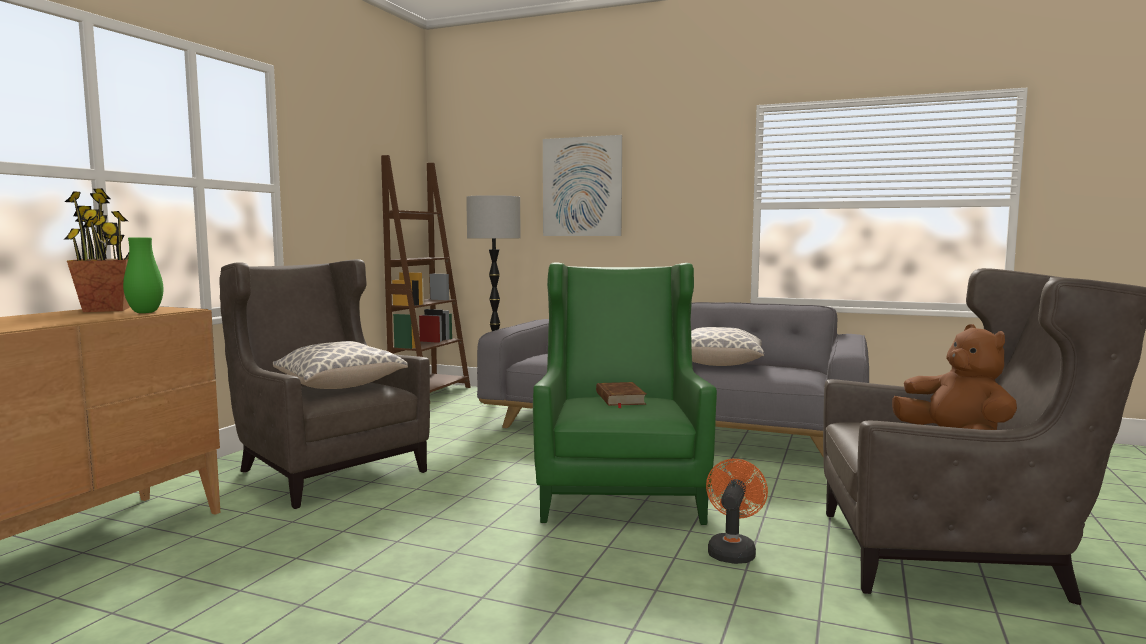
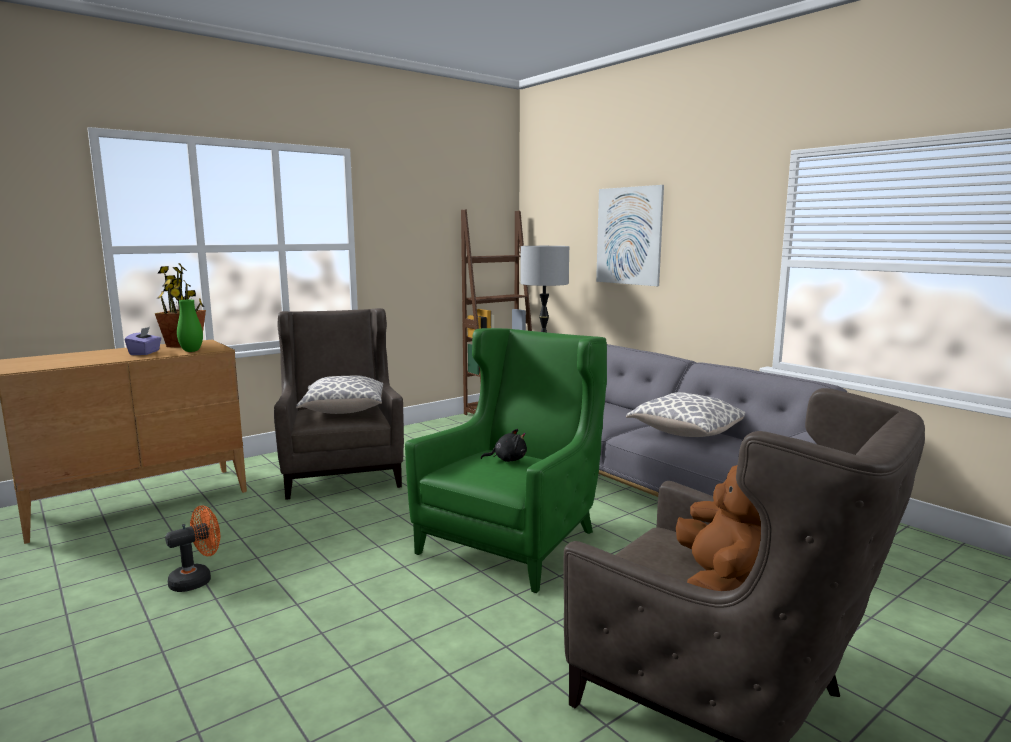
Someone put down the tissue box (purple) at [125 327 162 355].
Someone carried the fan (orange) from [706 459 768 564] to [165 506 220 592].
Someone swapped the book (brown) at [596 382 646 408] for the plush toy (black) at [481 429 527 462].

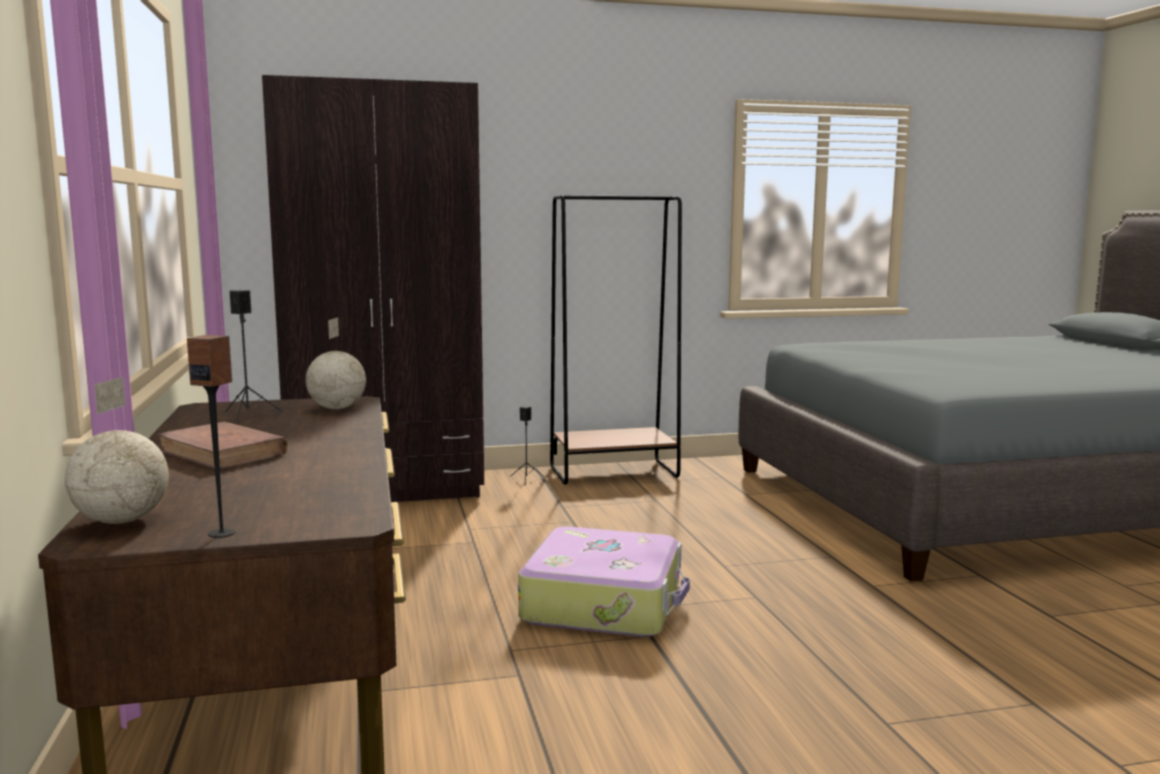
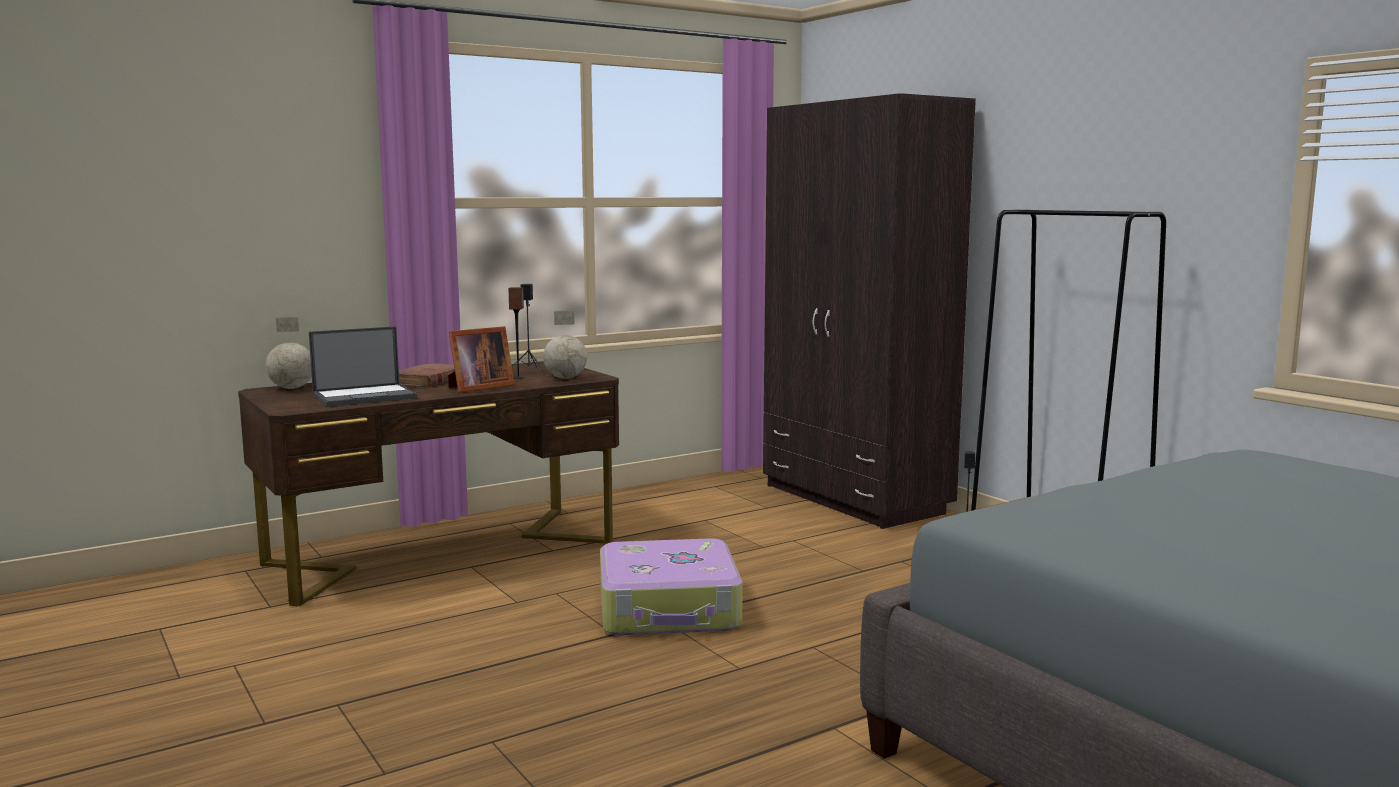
Someone put down the laptop at [309 326 417 407].
Someone put down the picture frame at [448 326 515 392].
Someone carried the speaker from [187 335 236 538] to [508 287 524 379].

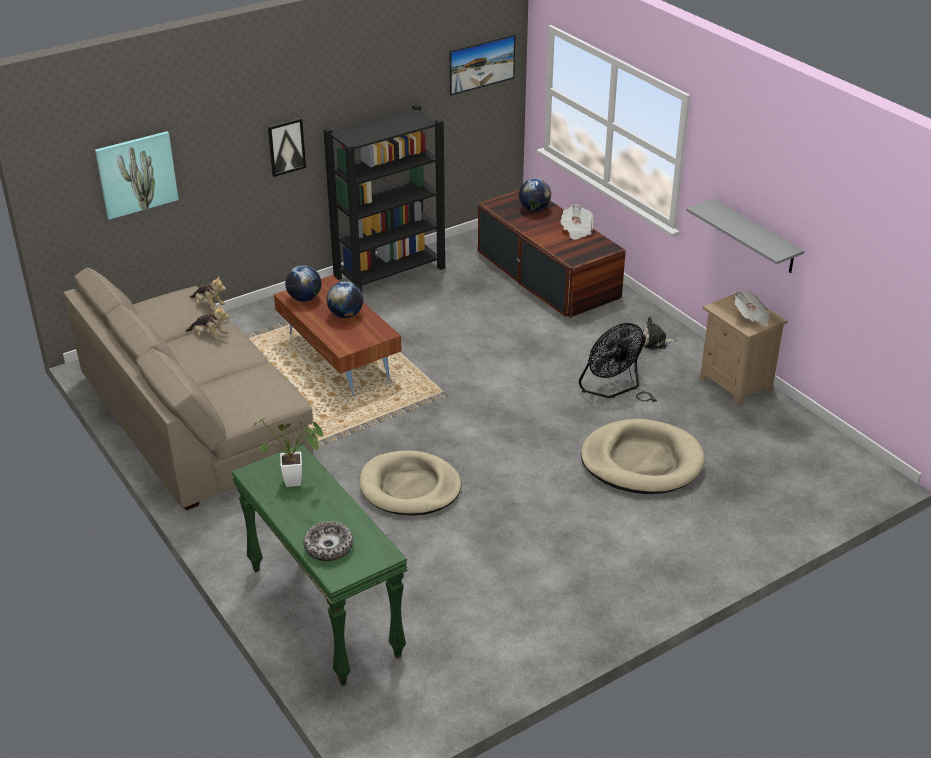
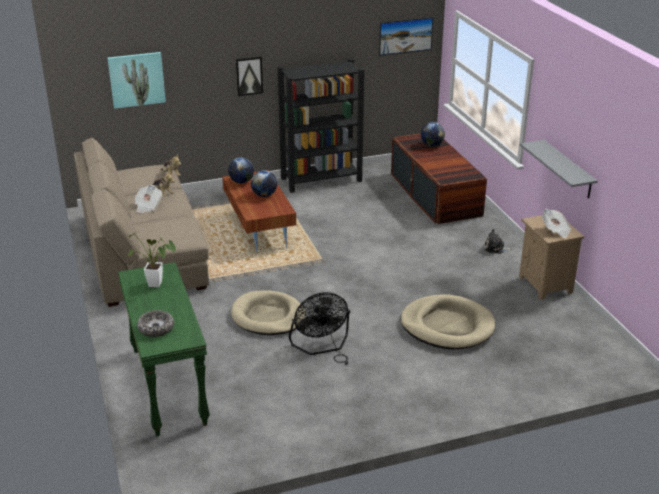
Someone carried the newspaper from [560 205 594 240] to [134 185 162 213].
Someone carried the fan (black) from [579 323 656 402] to [289 292 350 365].

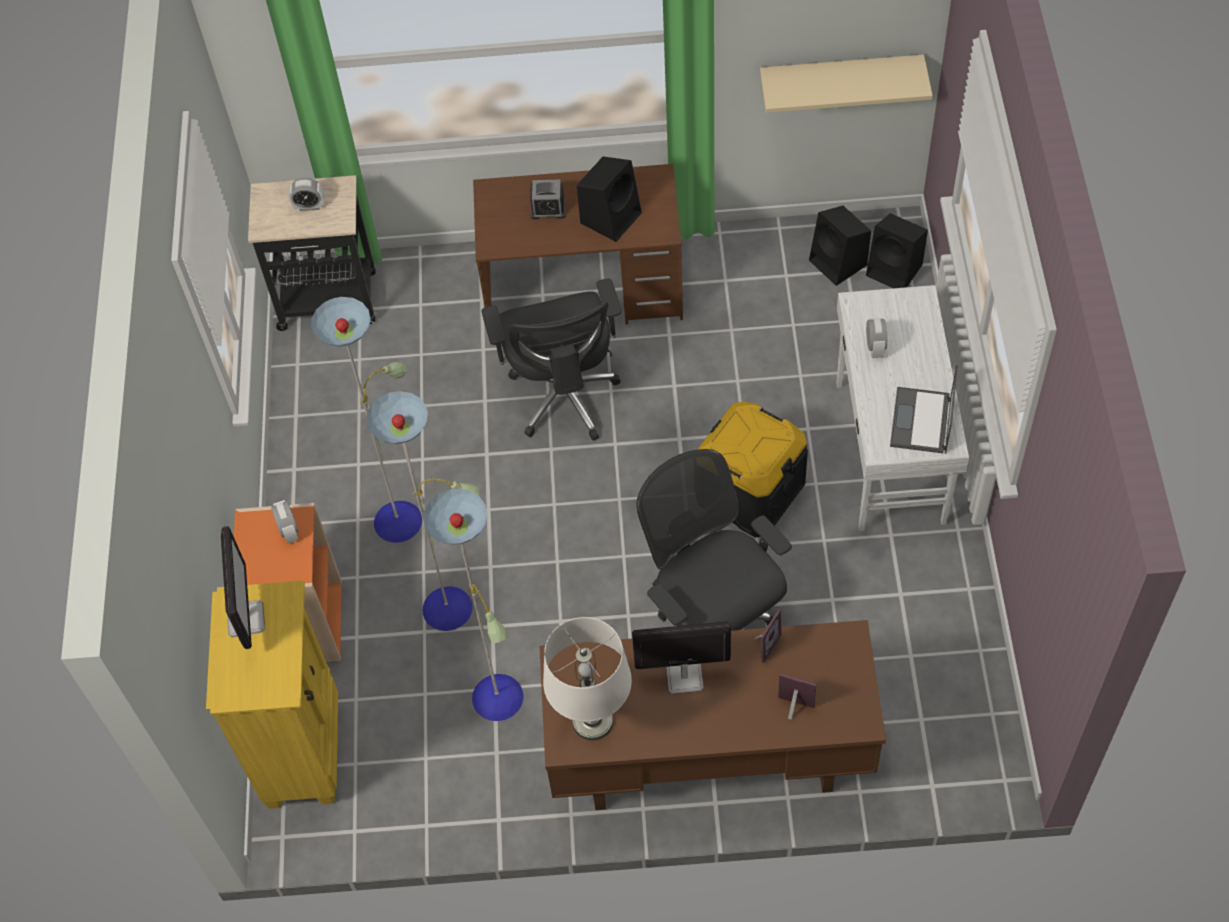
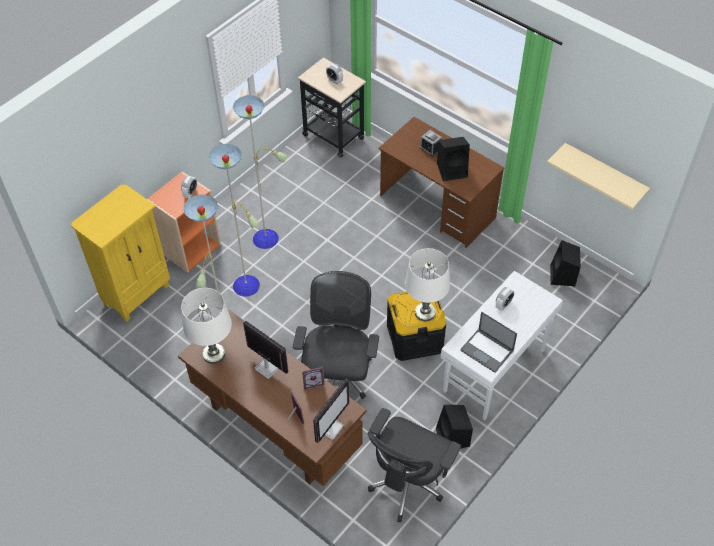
Someone put down the table lamp (white) at [405 248 450 321].
Someone carried the monitor from [221 526 265 649] to [313 379 349 443].
Someone carried the office chair from [481 278 622 441] to [368 408 461 522].
Someone carried the speaker (black) from [866 213 928 288] to [436 405 473 448].
Someone rotated the laptop at [890 365 958 454] by 105 degrees counterclockwise.

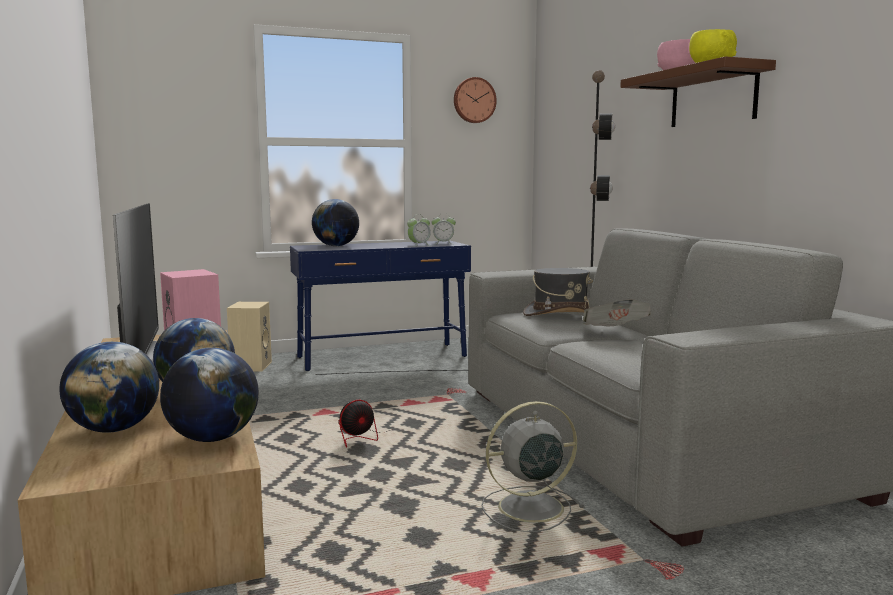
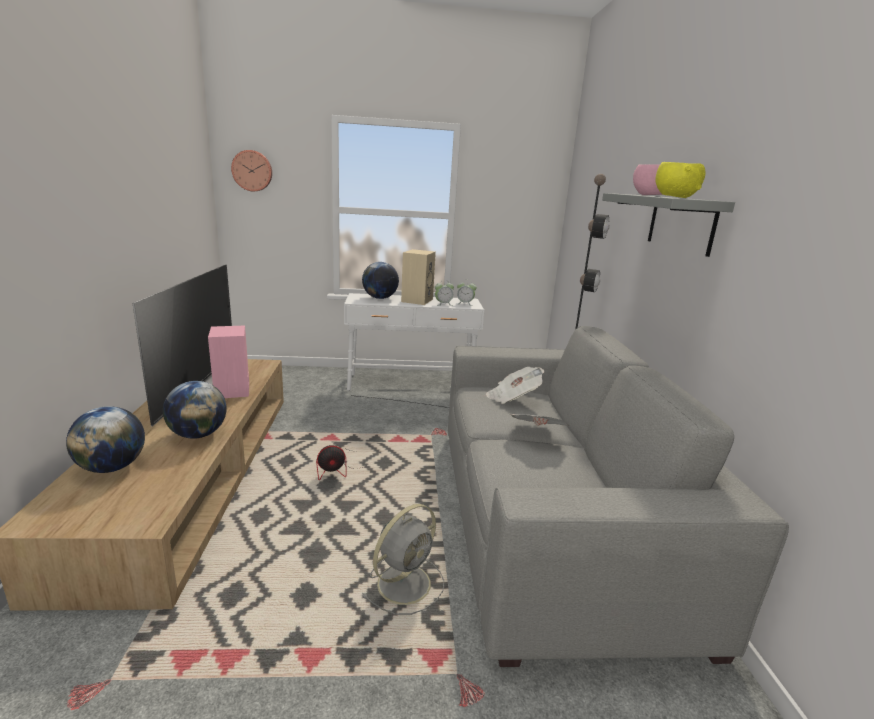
Someone took away the globe at [160 348 259 442].
Someone carried the speaker (beige) from [227 302 272 372] to [401 249 436 305].
Someone carried the wall clock from [454 77 497 123] to [231 150 272 191].
Someone swapped the hat (grey) at [523 268 593 316] for the newspaper at [486 367 545 404].
Someone repainted the console table (blue) at [290 241 471 371], which became the console table (white) at [344 293 485 391].
Someone repainted the shelf (brown) at [620 56 776 127], which became the shelf (grey) at [602 193 735 257].
Someone rotated the fan (grey) at [481 401 585 532] by 135 degrees clockwise.

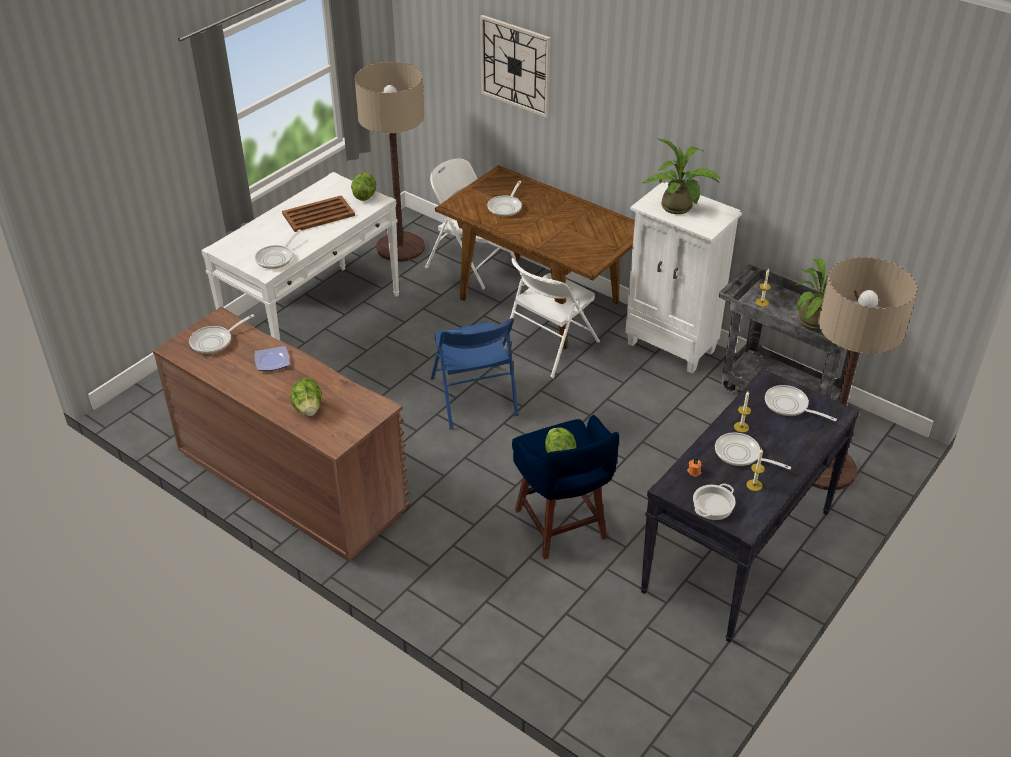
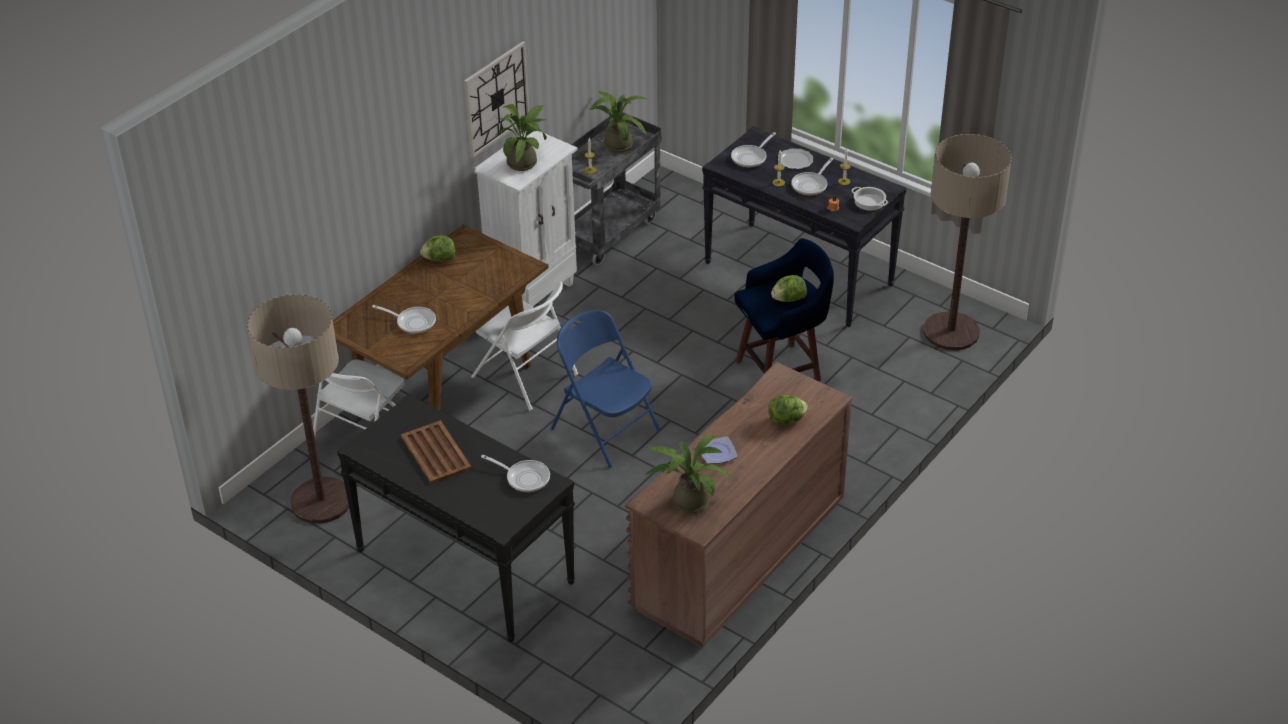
Someone put down the plate at [778 148 813 169].
Someone carried the lettuce from [351 173 376 201] to [420 235 455 261].
Someone carried the wall clock from [480 15 551 118] to [464 41 530 158].
Someone carried the floor lamp from [812 257 918 490] to [923 134 1012 350].
Someone swapped the frying pan at [189 314 254 354] for the potted plant at [644 435 734 513].
Someone repainted the console table (white) at [201 172 400 340], which became the console table (black) at [337 394 575 642].
Someone rotated the chair (blue) at [430 318 519 429] by 120 degrees counterclockwise.

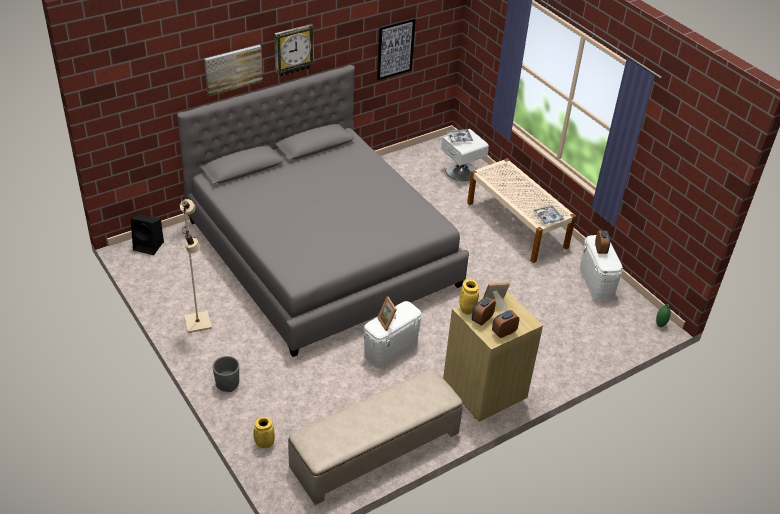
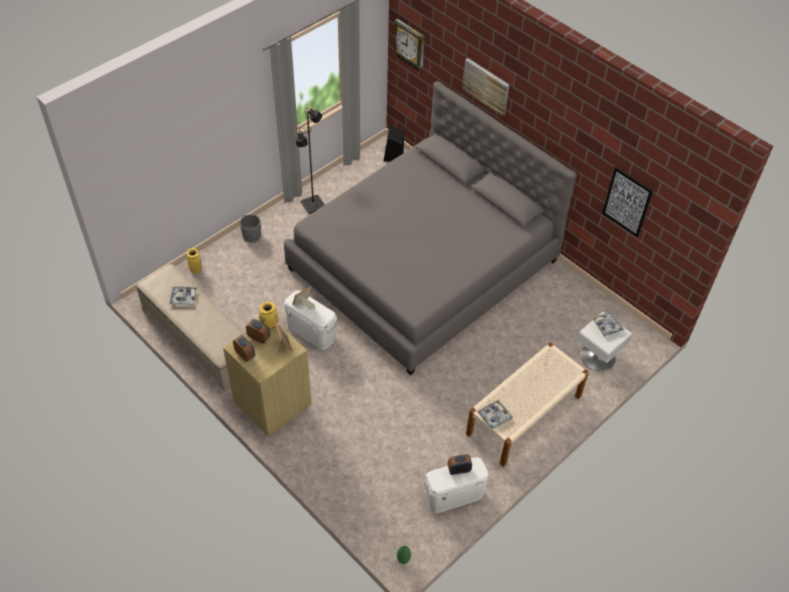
Someone put down the tray at [169 286 198 306].
Someone carried the wall clock from [274 24 315 76] to [393 19 425 71].
Someone repainted the floor lamp (beige) at [179 199 212 333], which became the floor lamp (black) at [296 107 325 214].

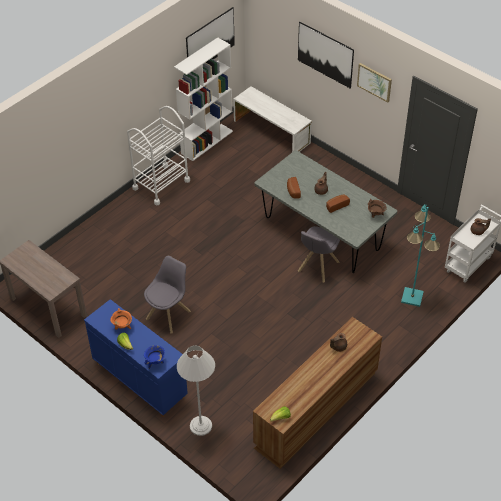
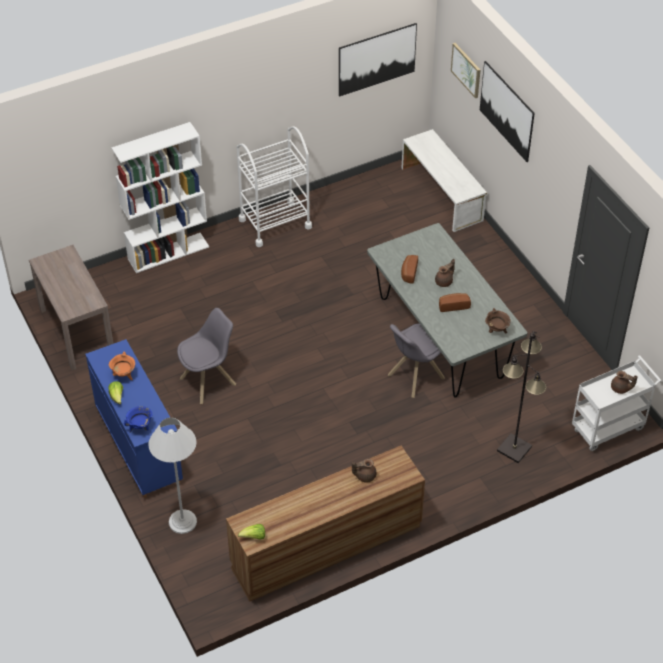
Someone carried the bookcase (white) from [174 38 233 161] to [111 122 209 273].
Someone carried the picture from [357 63 392 103] to [451 43 480 98].
Someone repainted the floor lamp (turquoise) at [401 204 440 307], which became the floor lamp (black) at [497 331 546 463].

